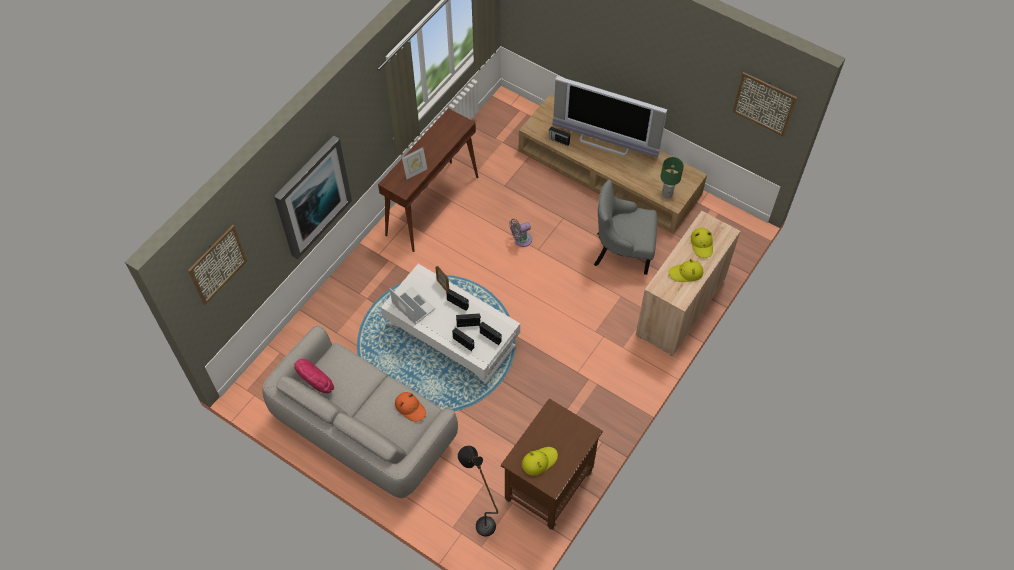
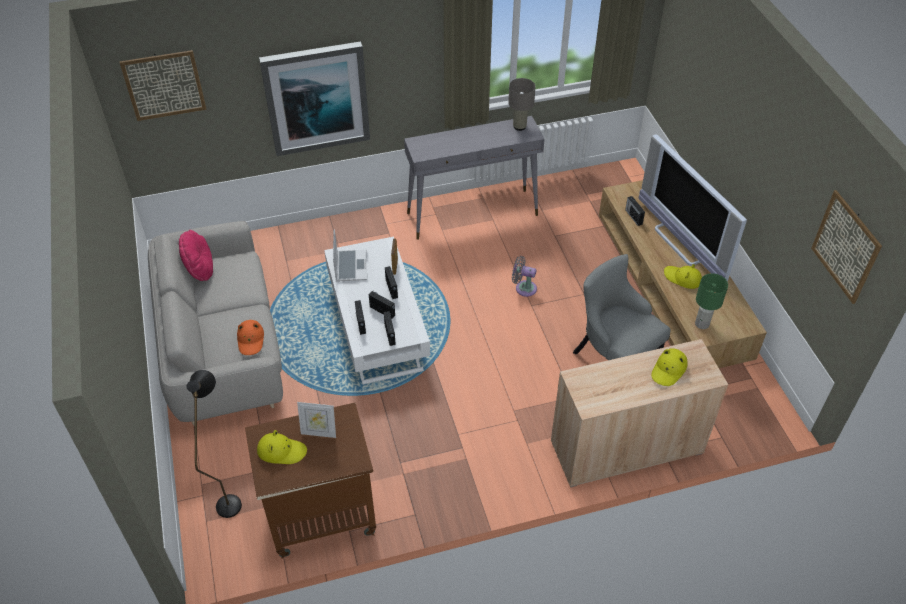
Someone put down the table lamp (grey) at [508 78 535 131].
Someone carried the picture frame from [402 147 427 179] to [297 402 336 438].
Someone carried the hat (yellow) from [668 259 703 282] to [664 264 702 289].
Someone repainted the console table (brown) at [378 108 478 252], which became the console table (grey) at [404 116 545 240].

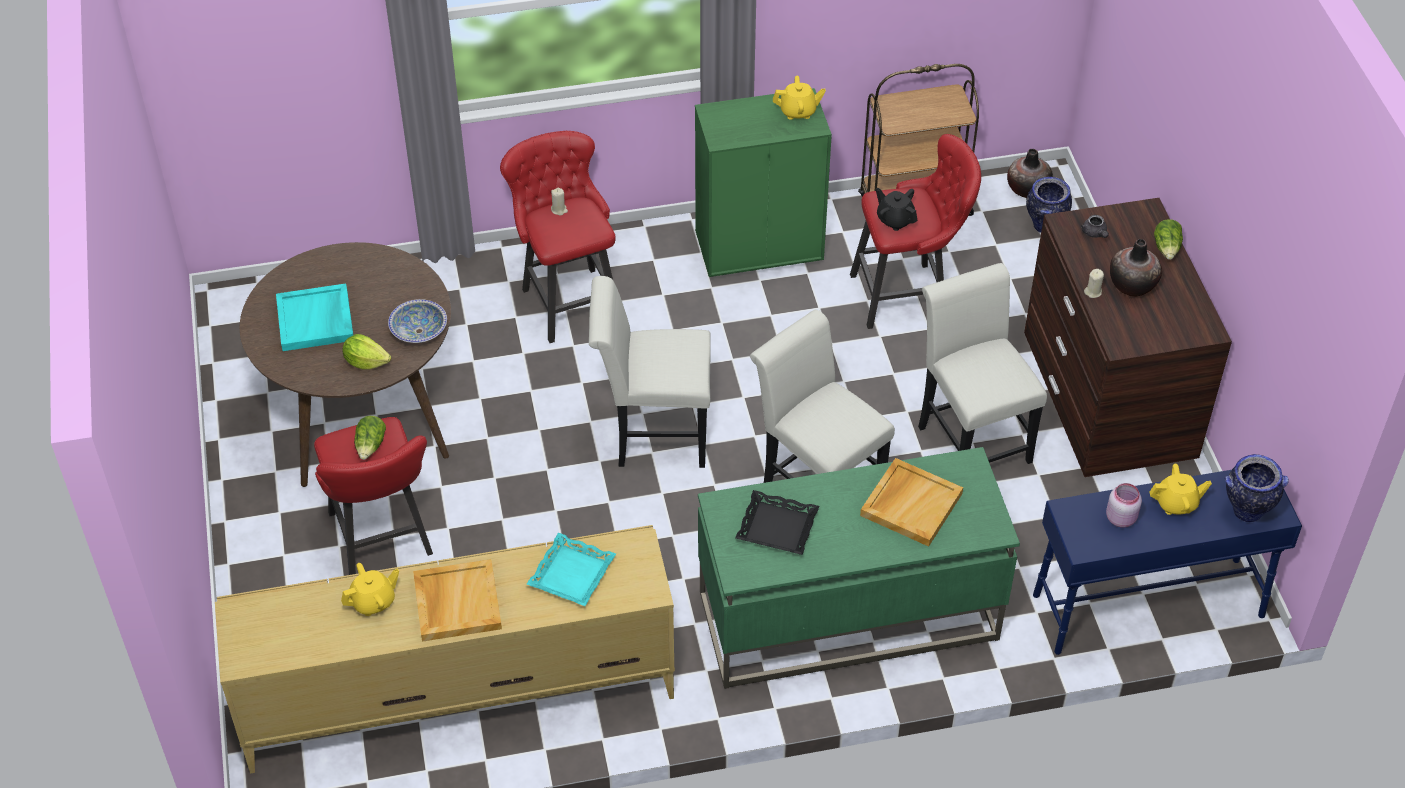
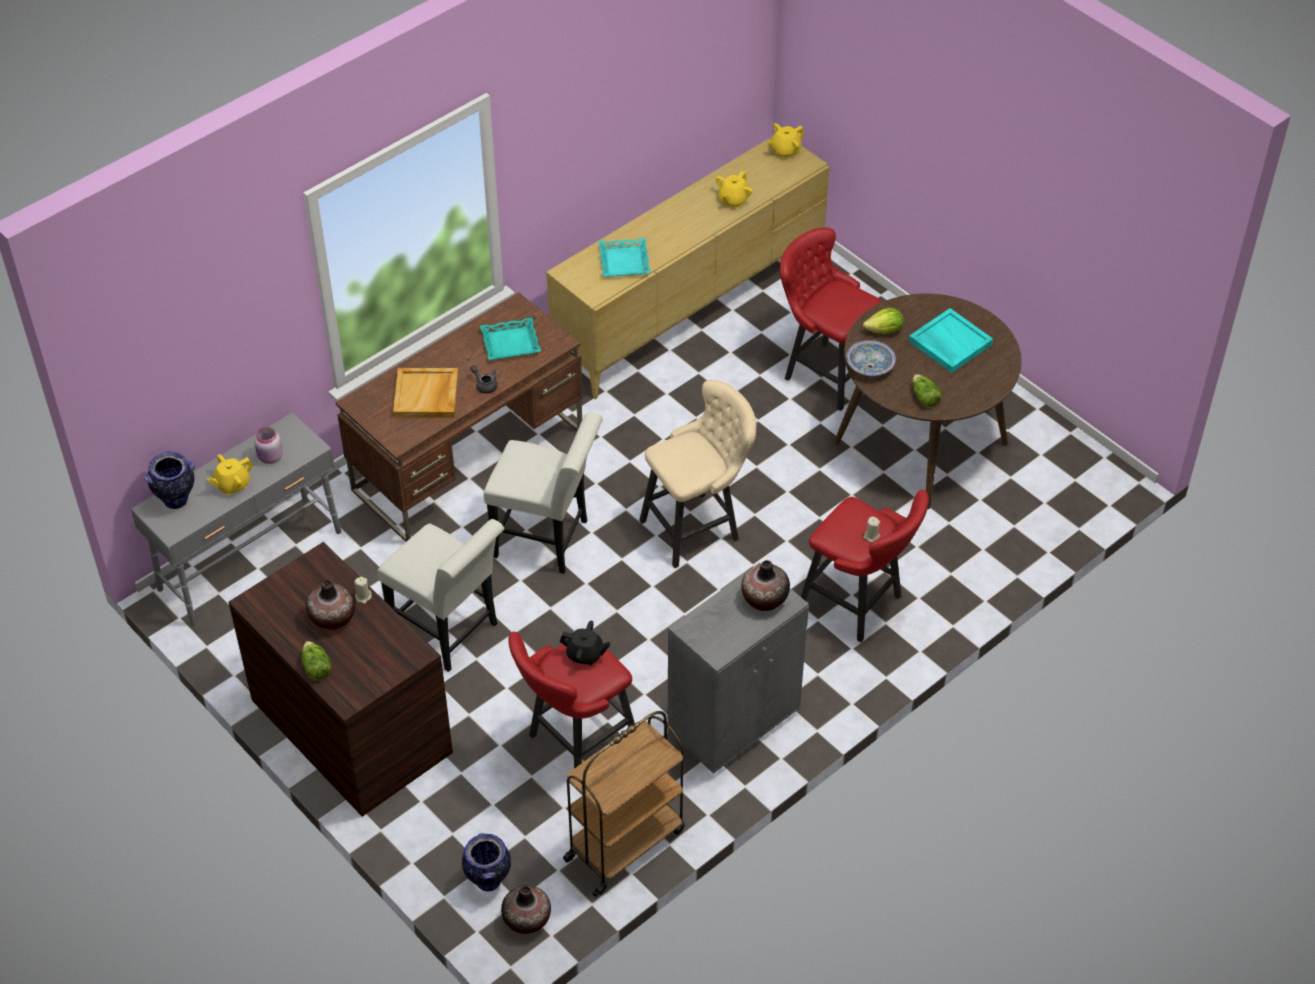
Someone took away the tray (beige) at [413 559 502 642].
Someone put down the vase at [741 560 790 611].
Someone carried the lettuce from [354 416 386 460] to [913 374 942 407].
Someone carried the teapot (yellow) from [773 76 826 120] to [769 123 805 159].
Someone carried the teapot (grey) from [1081 215 1109 238] to [470 365 497 394].
Someone swapped the chair (white) at [589 276 711 468] for the stool (beige) at [639 380 756 568].
Someone repainted the cabinet (green) at [695 88 832 277], which became the cabinet (grey) at [668 563 809 774].
Someone repainted the desk (green) at [698 447 1020 689], which became the desk (brown) at [335 292 583 542].
Someone repainted the tray (black) at [735 490 819 555], which became the tray (turquoise) at [480 317 541 360].
Someone repainted the console table (blue) at [1033 470 1302 655], which became the console table (grey) at [131 412 341 626].

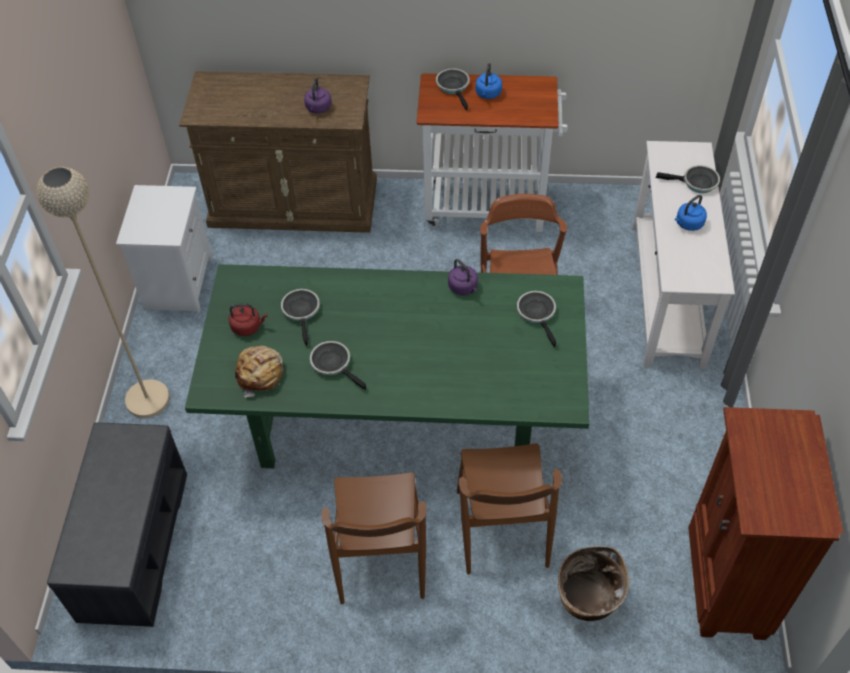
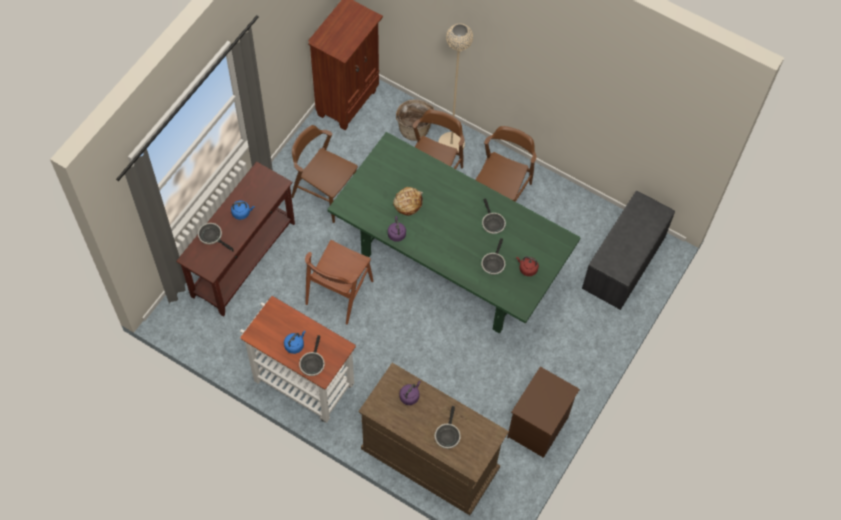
Someone put down the chair (brown) at [291 125 358 223].
Someone carried the floor lamp (beige) from [37 167 170 418] to [438 23 473 151].
Someone carried the bread from [235 346 284 398] to [393 187 423 216].
Someone carried the frying pan from [517 291 556 348] to [435 406 461 449].
Someone repainted the nightstand (white) at [116 185 213 313], which became the nightstand (brown) at [507 367 580 458].
Someone repainted the console table (white) at [632 141 735 369], which became the console table (brown) at [176 162 295 317].

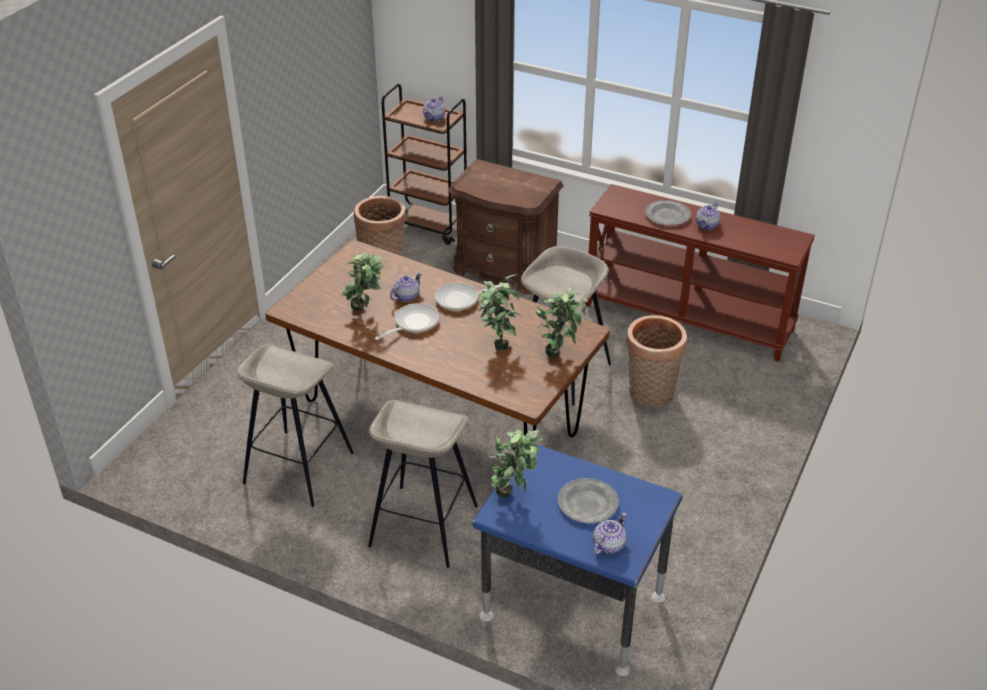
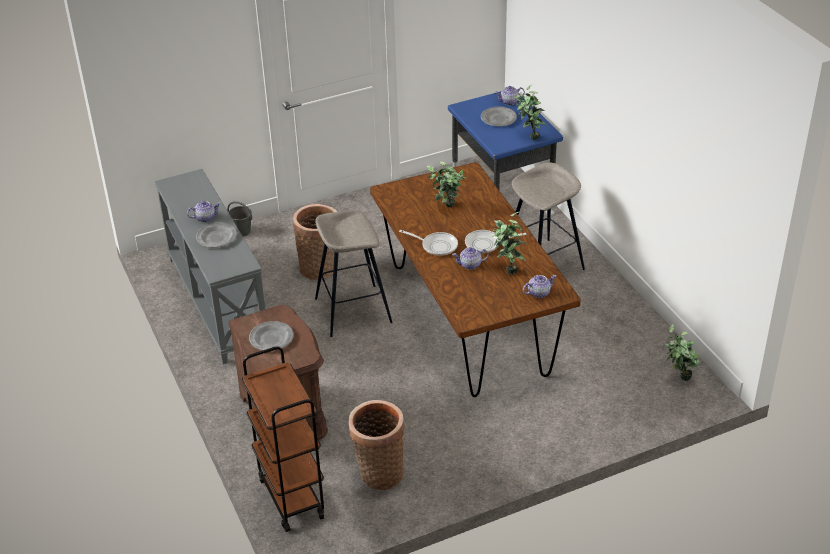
Someone took away the stool (grey) at [236 344 354 507].
Someone put down the bucket (grey) at [227 201 252 236].
Someone put down the plate (grey) at [249 321 294 351].
Someone carried the teapot from [423 96 445 122] to [523 275 556 298].
Someone carried the potted plant from [535 287 588 358] to [665 324 701 381].
Someone repainted the console table (brown) at [585 184 815 362], which became the console table (grey) at [154 169 265 364].

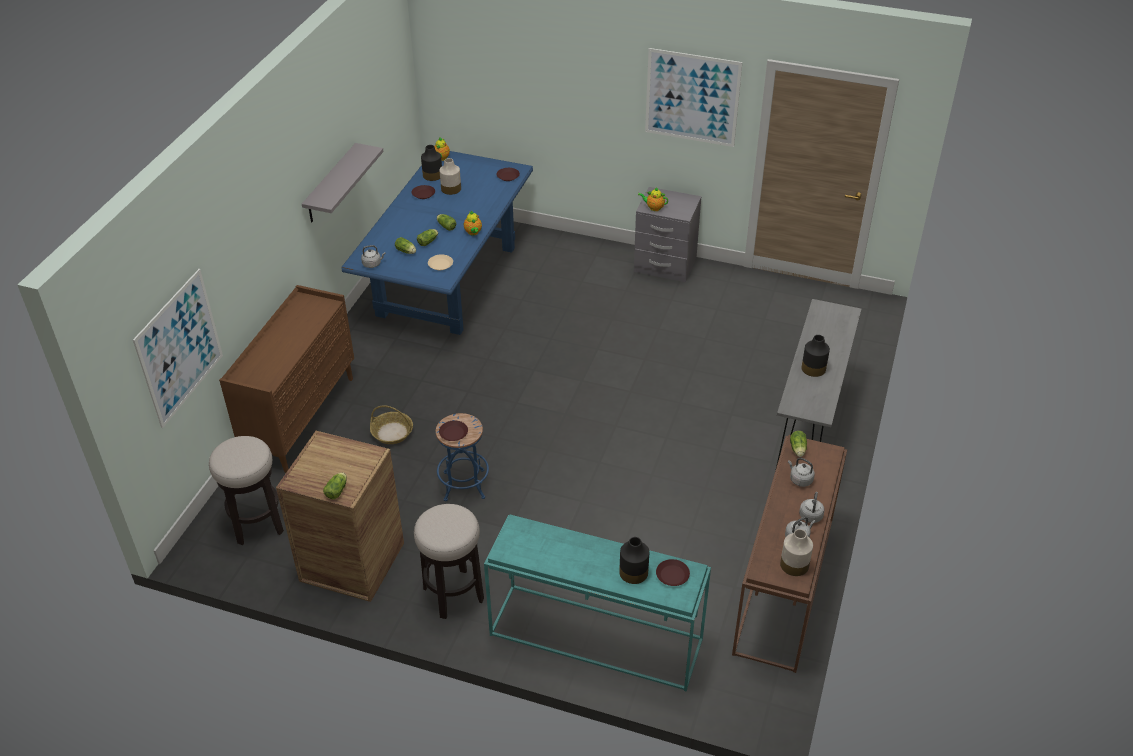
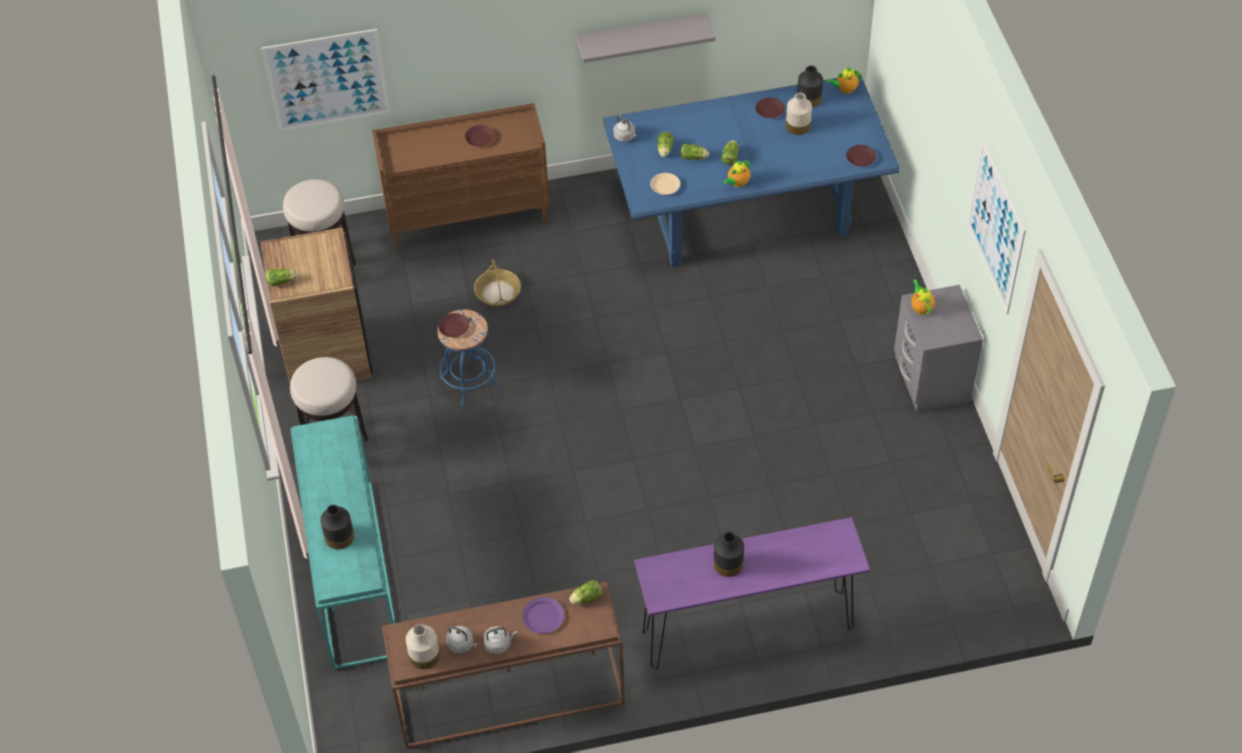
Someone carried the plate (brown) from [656 559 690 586] to [465 125 495 146].
Someone swapped the kettle (grey) at [788 458 815 487] for the plate (purple) at [522 597 564 634].
Someone repainted the console table (grey) at [775 299 862 471], which became the console table (purple) at [634 517 870 669].

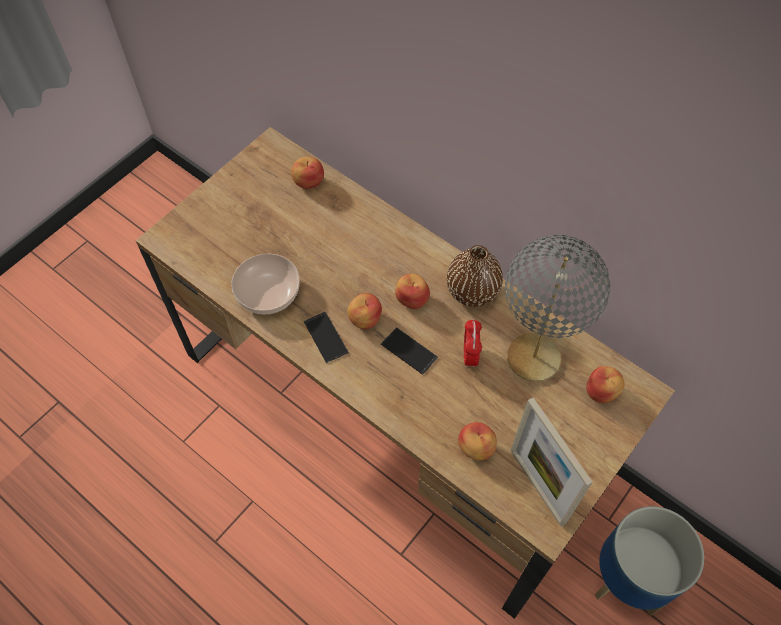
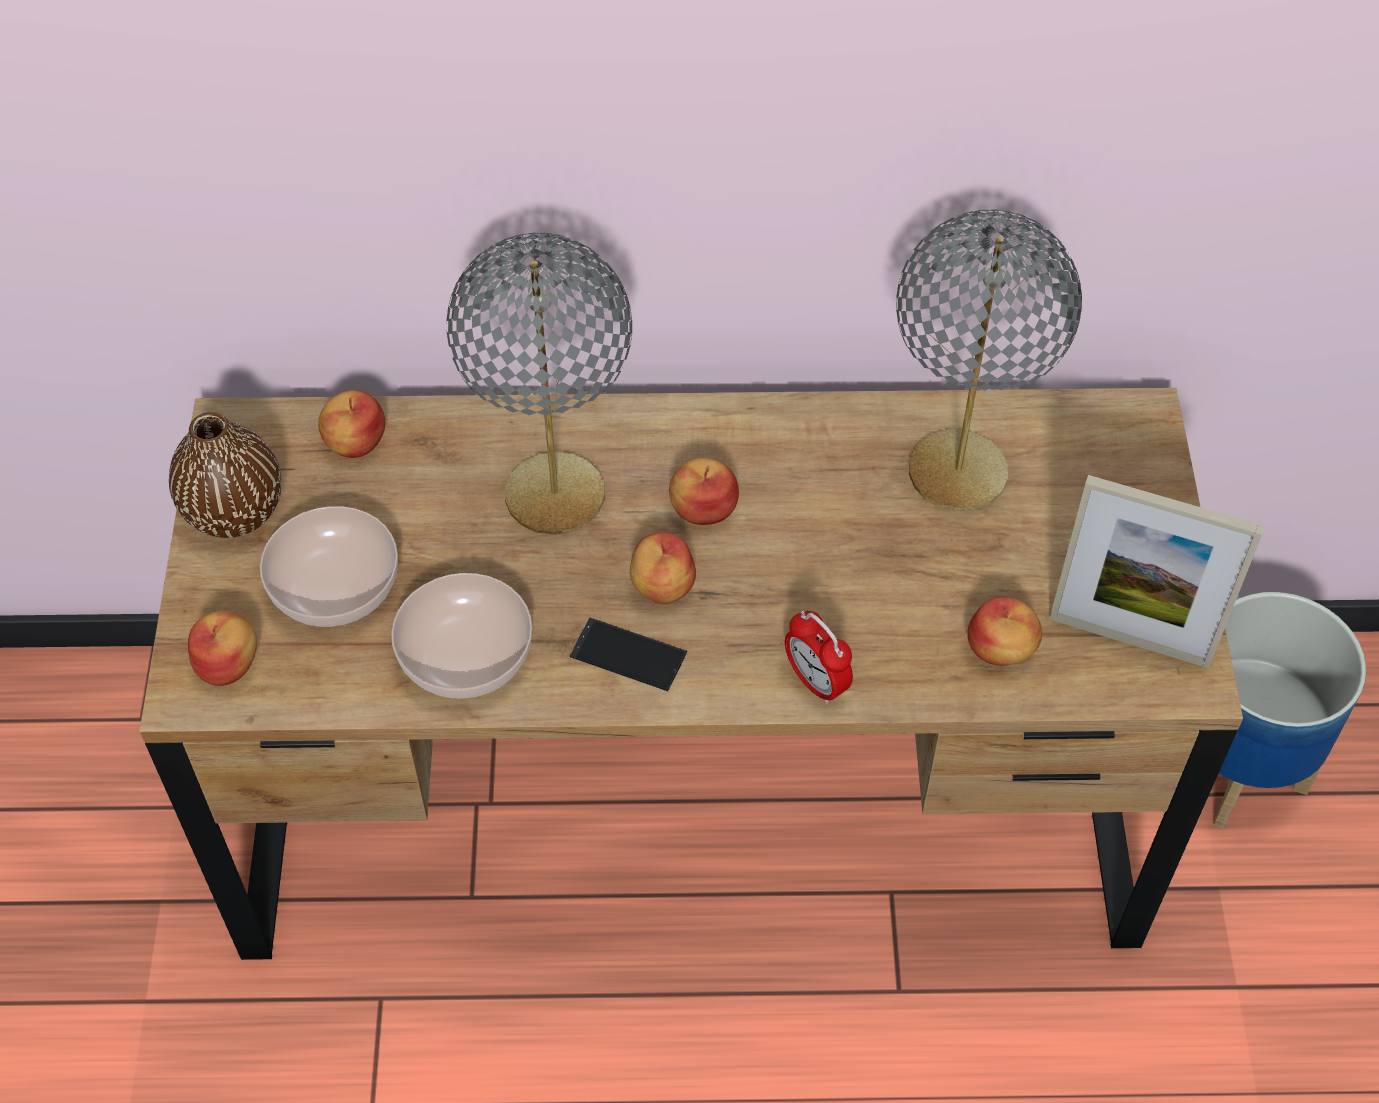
Someone took away the phone at [381 327 438 375].
Someone put down the bowl at [260 506 398 627].
Someone put down the table lamp (grey) at [447 233 632 535].
Someone carried the vase (brown) from [447 245 503 307] to [169 412 281 538].
Someone carried the alarm clock from [464 319 482 367] to [785 611 853 704].
Someone carried the apple from [586 366 625 403] to [188 611 257 686].

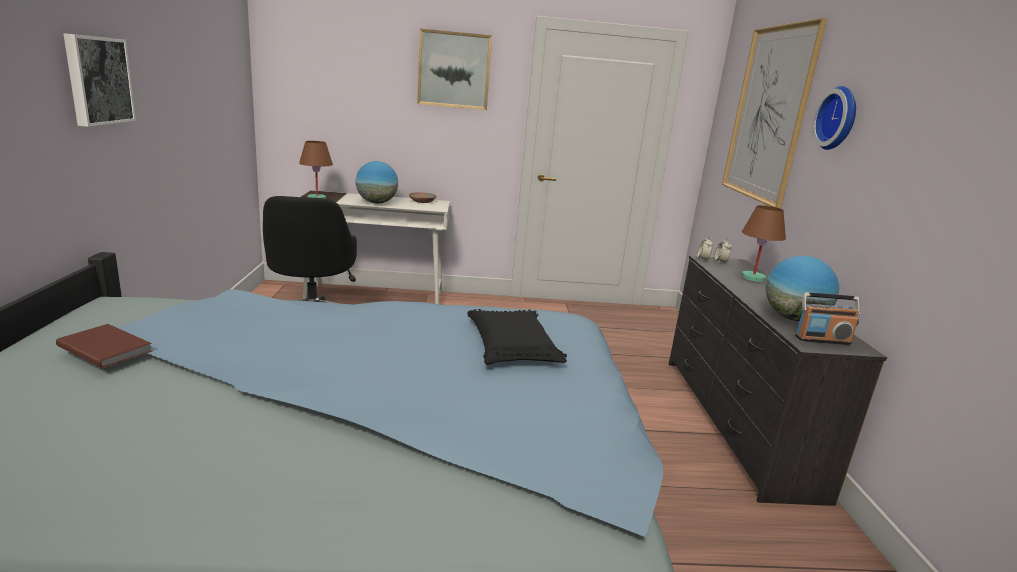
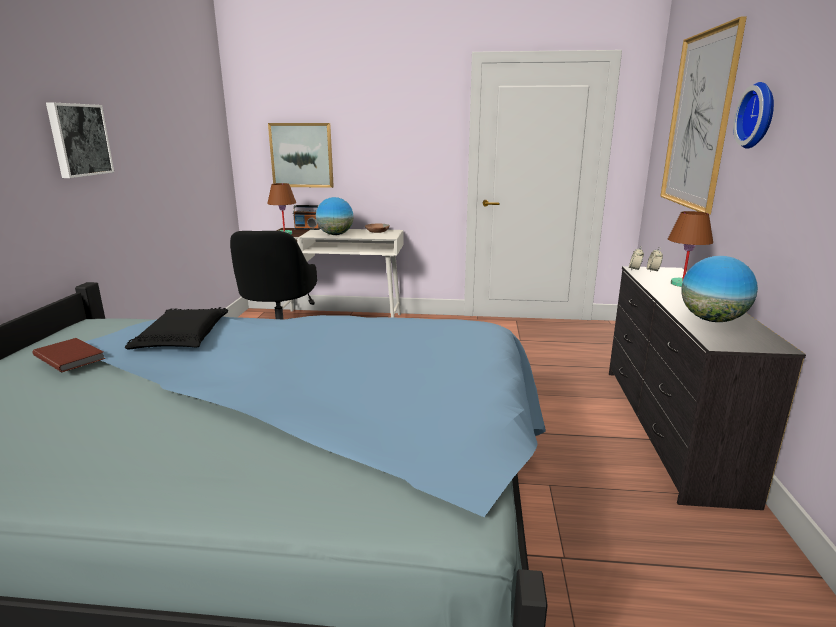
Someone carried the picture from [417 28 492 110] to [268 123 334 188].
Someone carried the pillow (black) from [467 309 567 365] to [125 307 228 349].
Someone carried the radio from [795 292 860 345] to [293 205 321 230].

